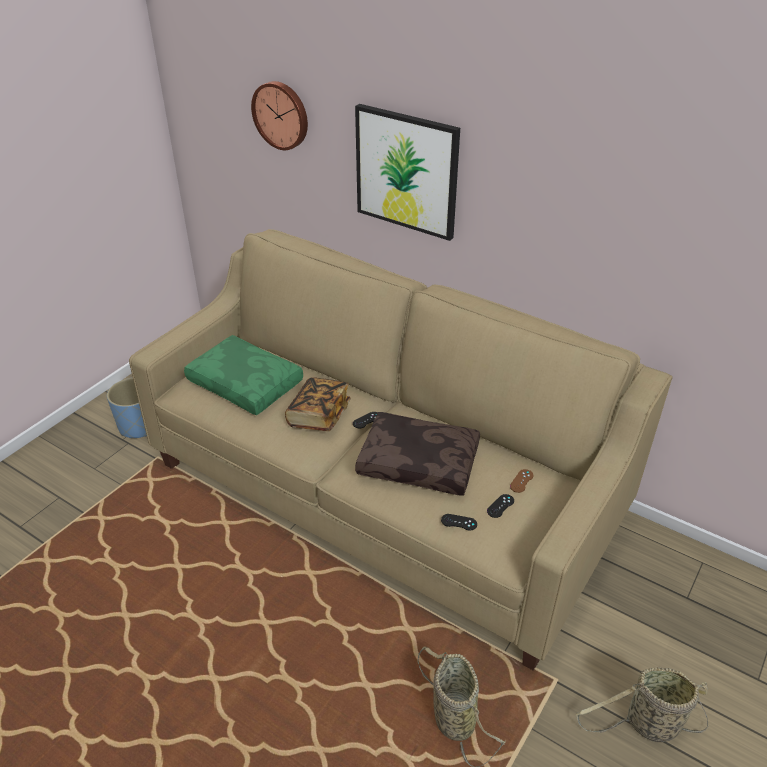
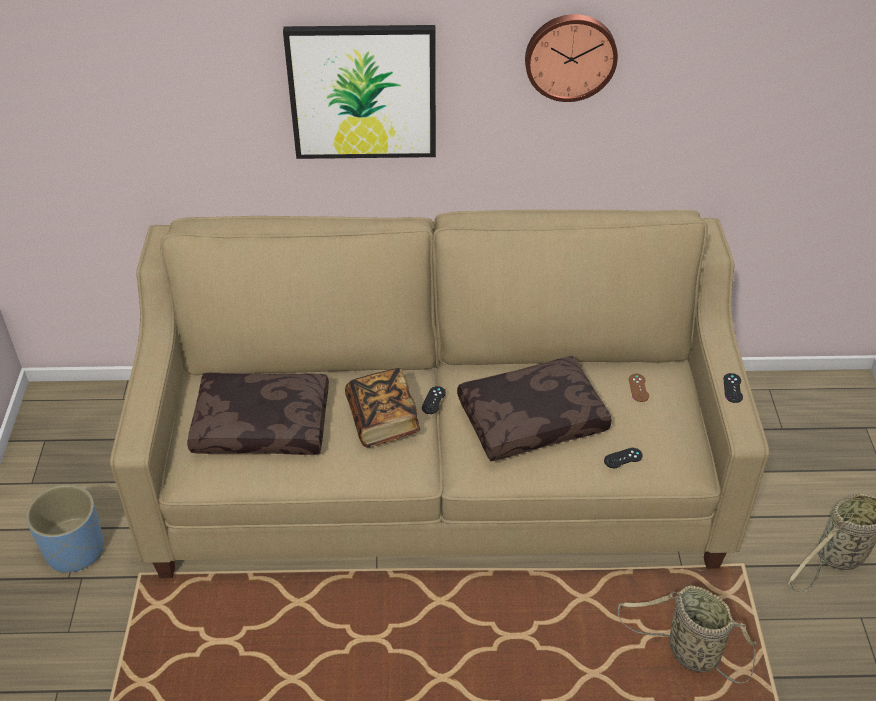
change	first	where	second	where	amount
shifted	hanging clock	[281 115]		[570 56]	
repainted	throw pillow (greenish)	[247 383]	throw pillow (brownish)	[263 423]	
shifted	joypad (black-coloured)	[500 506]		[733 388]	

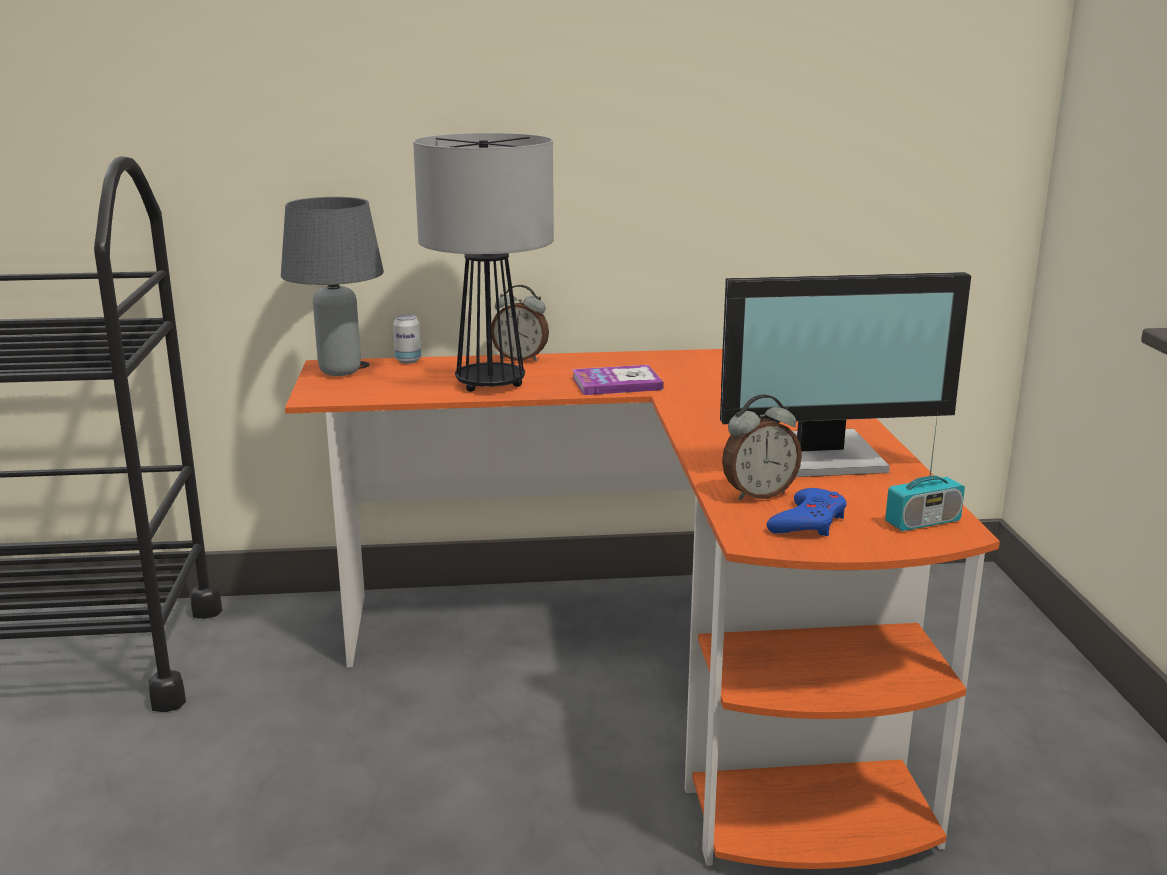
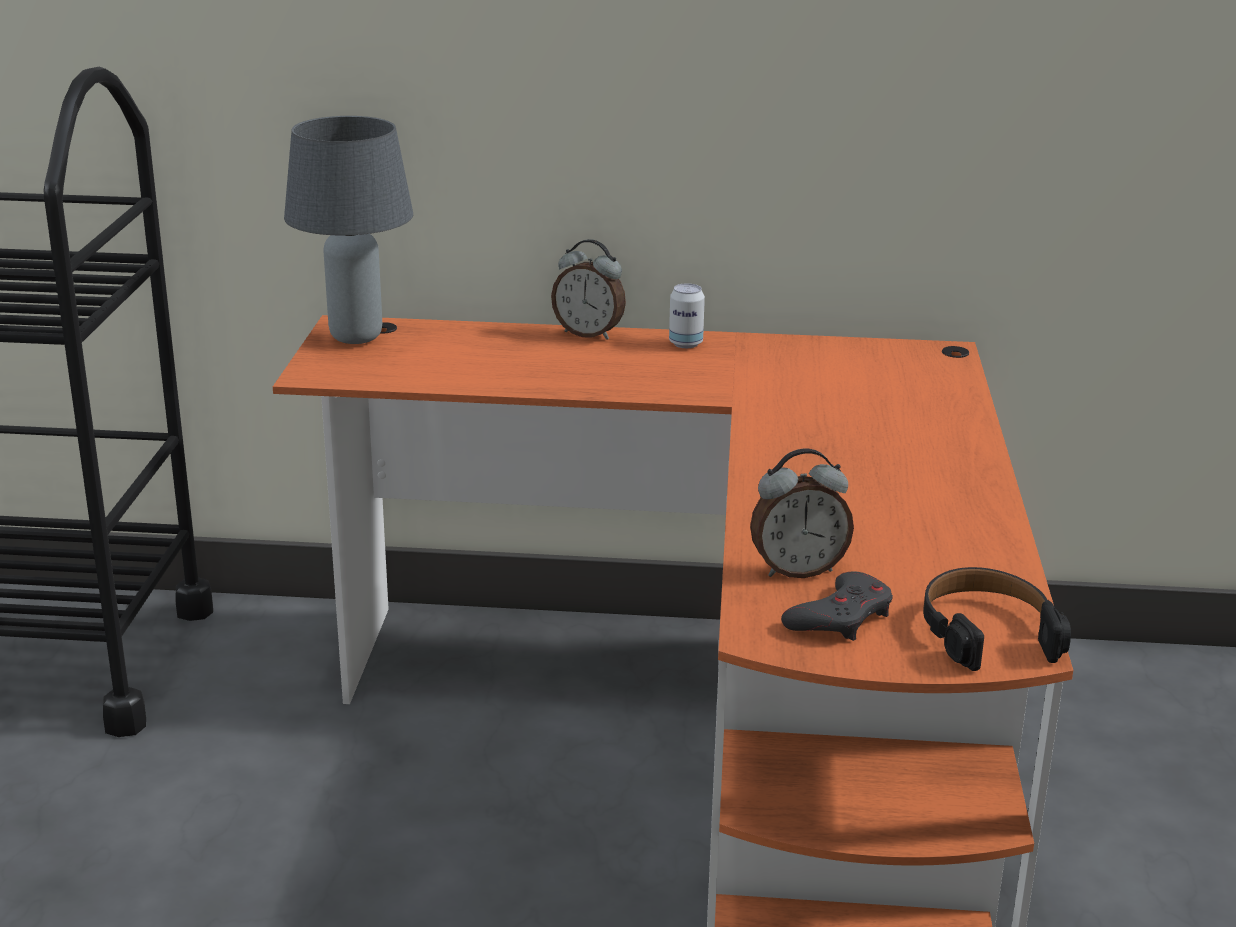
change	first	where	second	where	amount
gone	tabletop lamp	[491 384]			
gone	computer screen	[823 457]			
shifted	sealed can	[408 360]		[685 344]	
gone	bound book	[616 383]			
swapped	radio set	[923 522]	pair of headphones (black-coloured)	[987 632]	
repainted	joypad (bluish)	[808 522]	joypad (grey)	[841 617]	

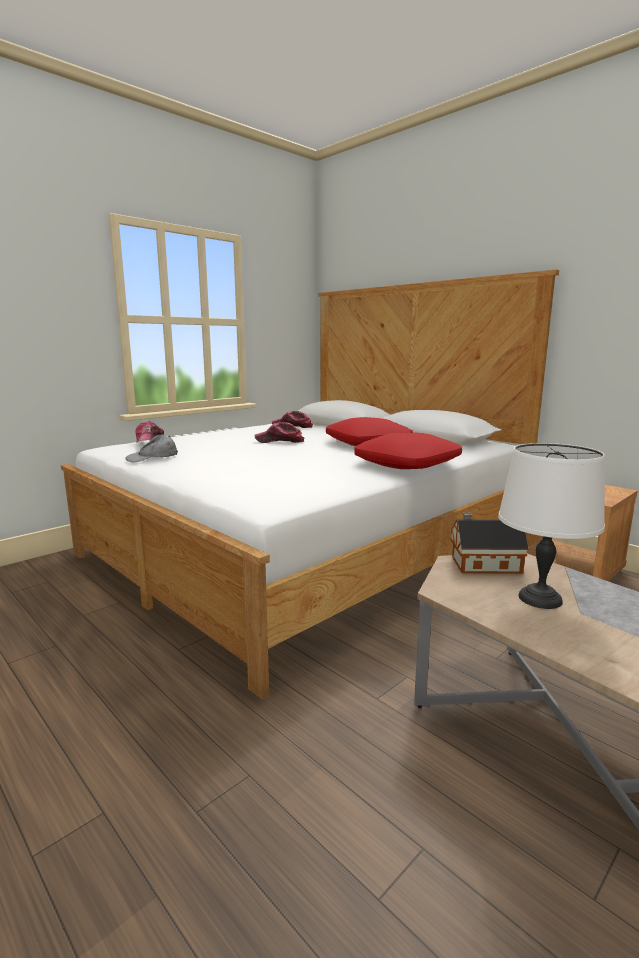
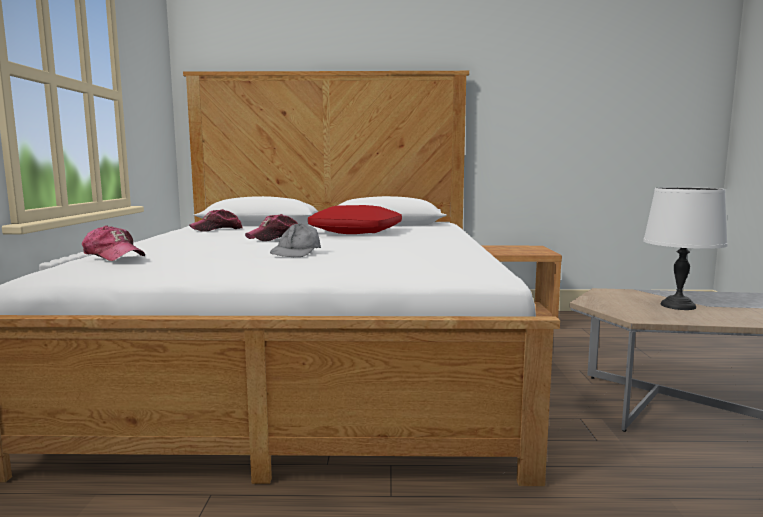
change	first	where	second	where	amount
gone	throw pillow (red-coloured)	[408 464]			
shifted	cap (grey)	[152 457]		[296 252]	
gone	model house	[483 564]			

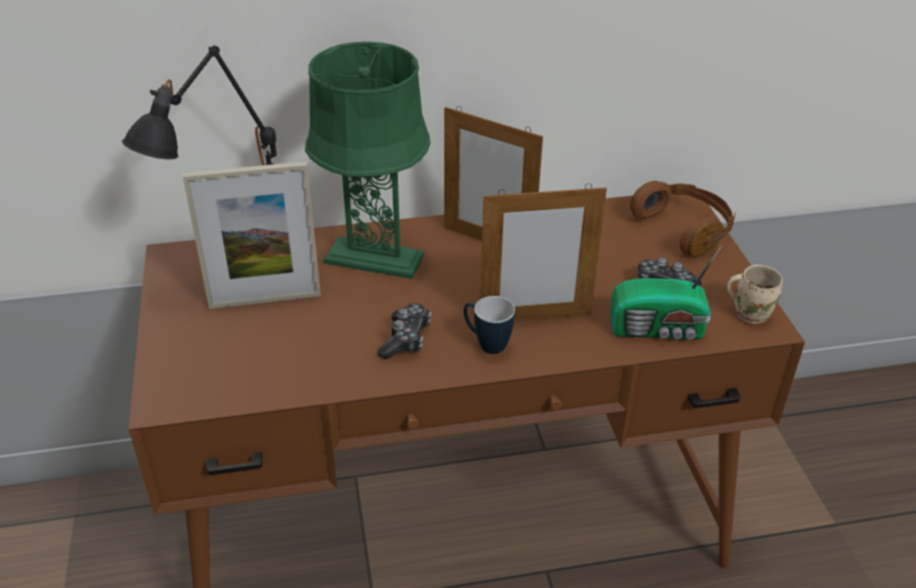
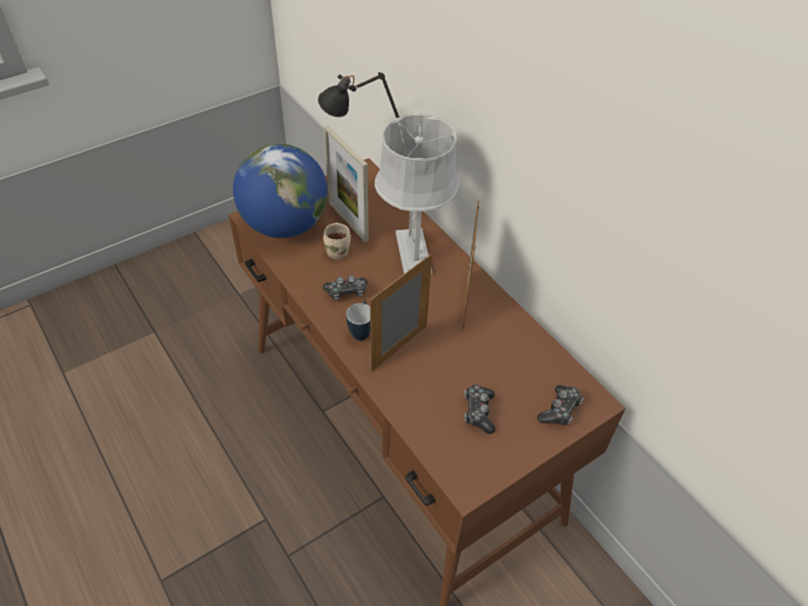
change	first	where	second	where	amount
repainted	tabletop lamp (greenish)	[375 259]	tabletop lamp (grey)	[413 253]	
swapped	pair of headphones (brownish)	[684 228]	joypad	[560 410]	
rotated	standing frame	[535 318]		[399 348]	75 degrees clockwise
gone	radio set	[659 329]			
shifted	coffee mug (beige)	[749 312]		[338 251]	
new			desk globe	[285 225]	

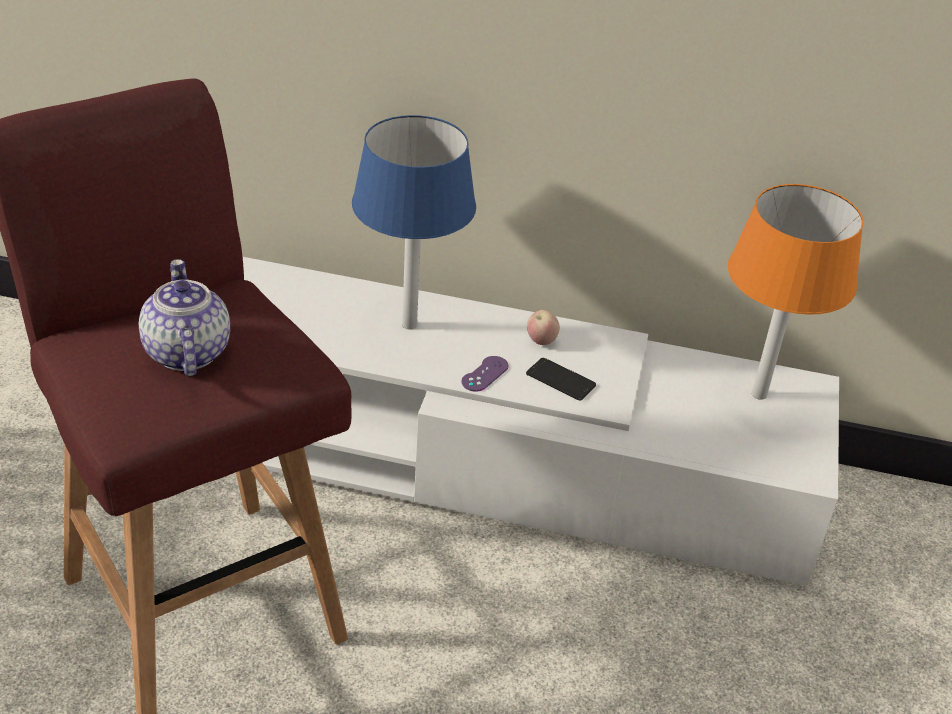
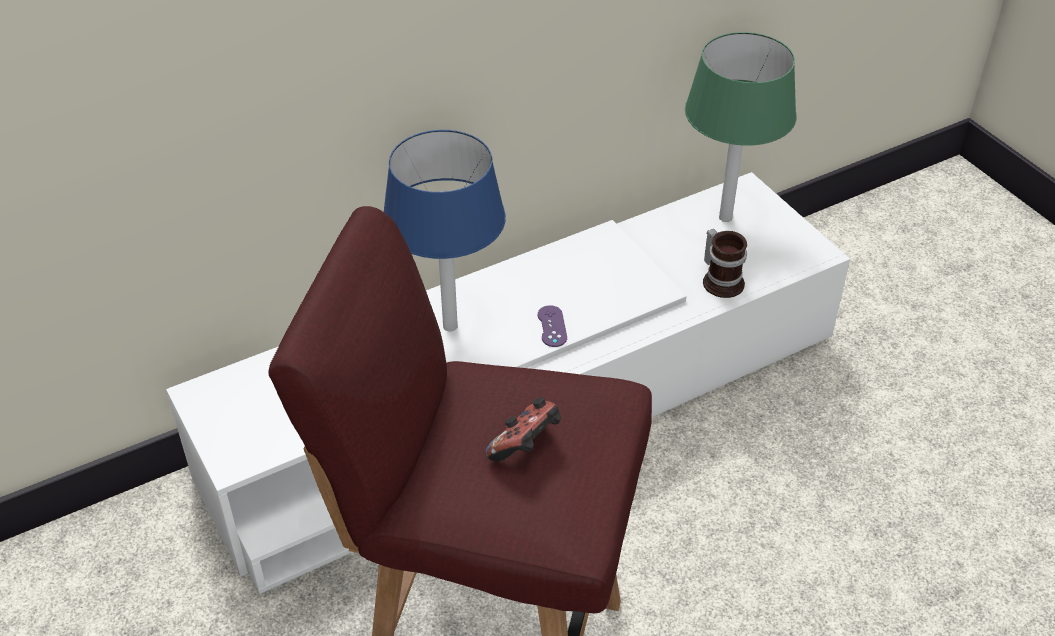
change	first	where	second	where	amount
repainted	tabletop lamp (orange-coloured)	[758 394]	tabletop lamp (greenish)	[725 218]	
swapped	pot for tea	[186 352]	joypad	[526 446]	
gone	apple	[541 341]			
gone	handset	[560 380]			
new			coffee mug	[722 280]	

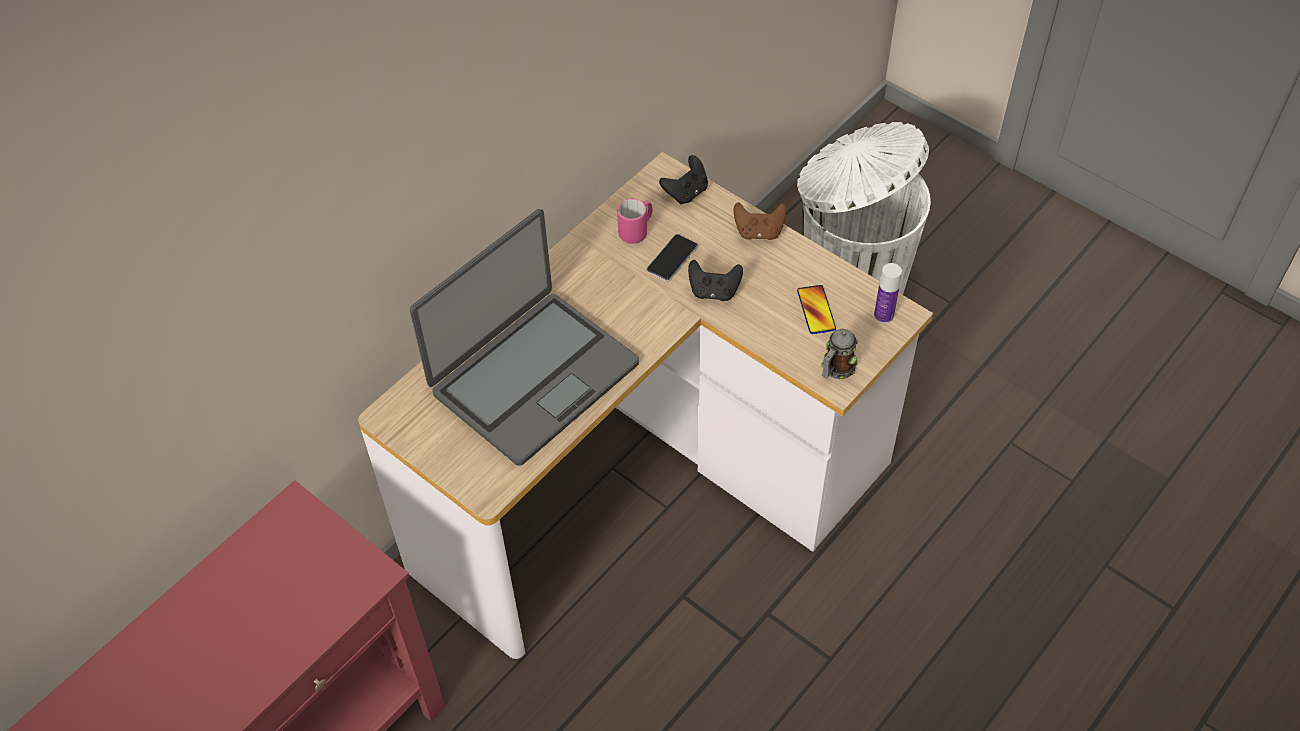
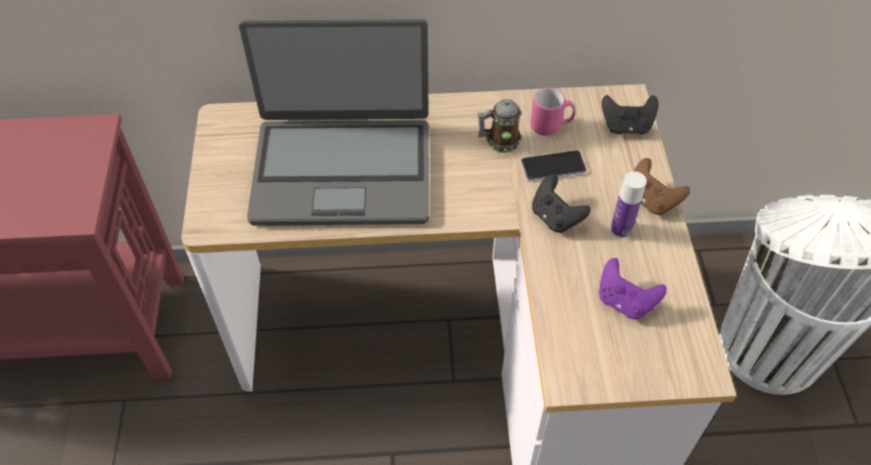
change	first	where	second	where	amount
shifted	bottle	[883 315]		[621 229]	
swapped	handset	[816 310]	joypad (purplish)	[624 301]	
shifted	coffee mug	[836 369]		[498 141]	

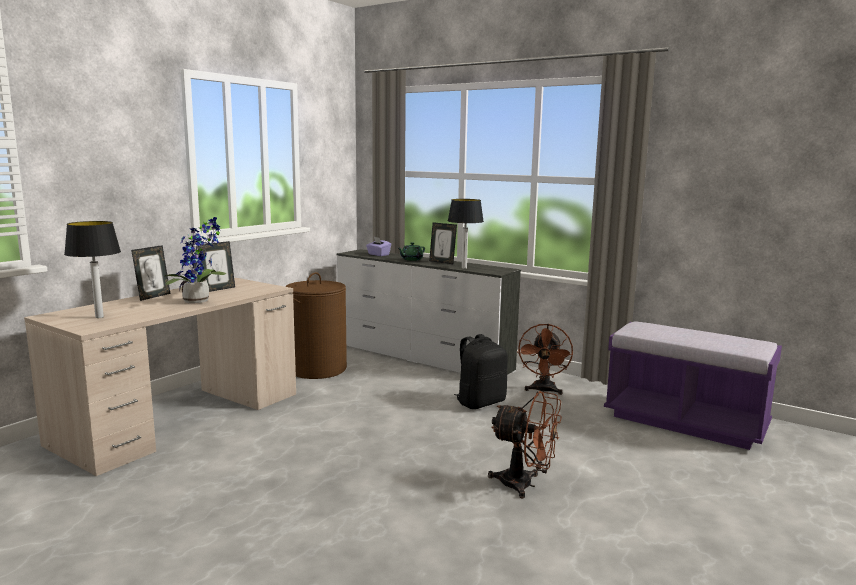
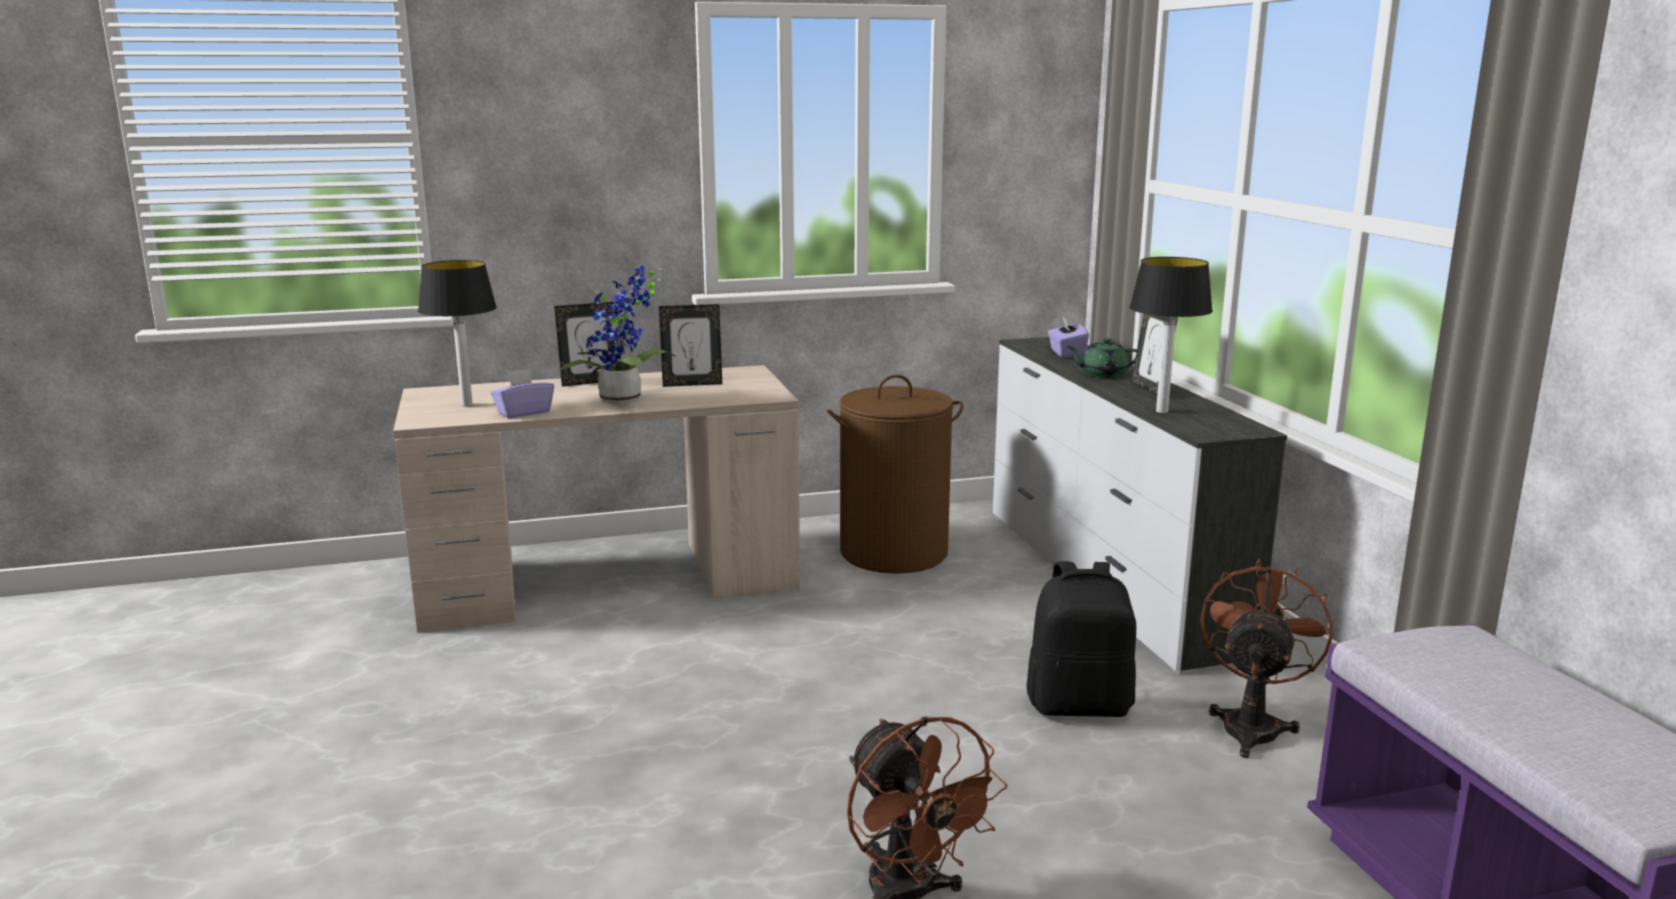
change	first	where	second	where	amount
rotated	fan (brownish)	[543 391]		[1252 725]	150 degrees clockwise
new			box of tissues (purplish)	[524 412]	

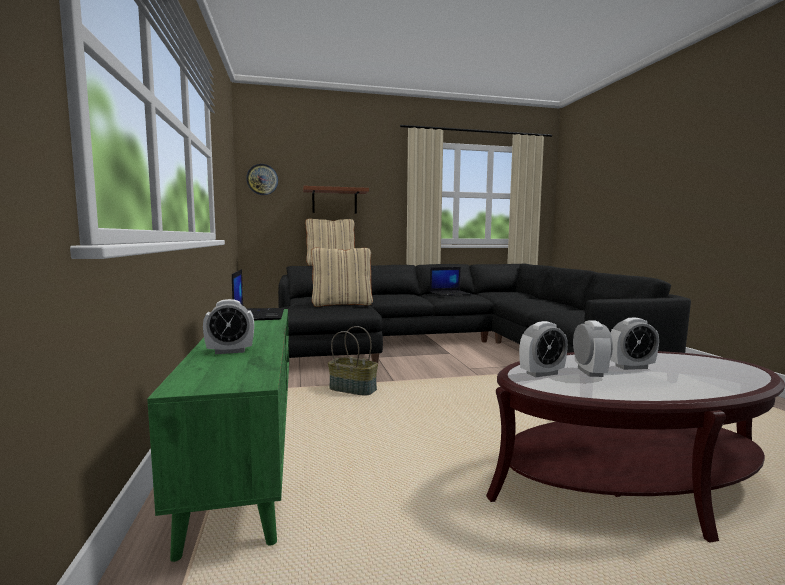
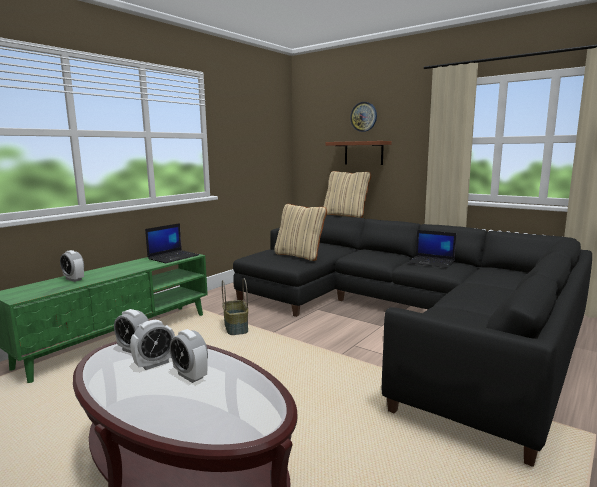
change	first	where	second	where	amount
shifted	hanging clock	[262 179]		[364 116]	

